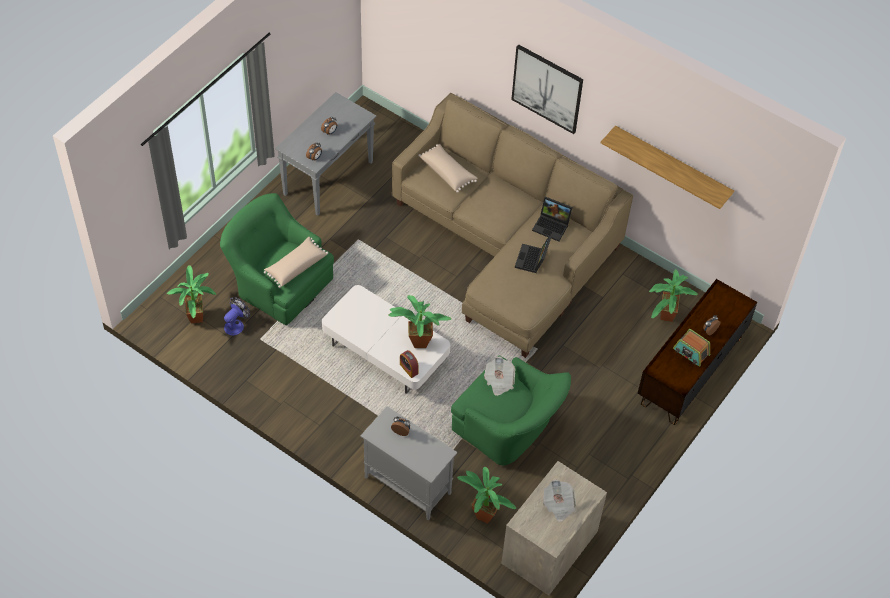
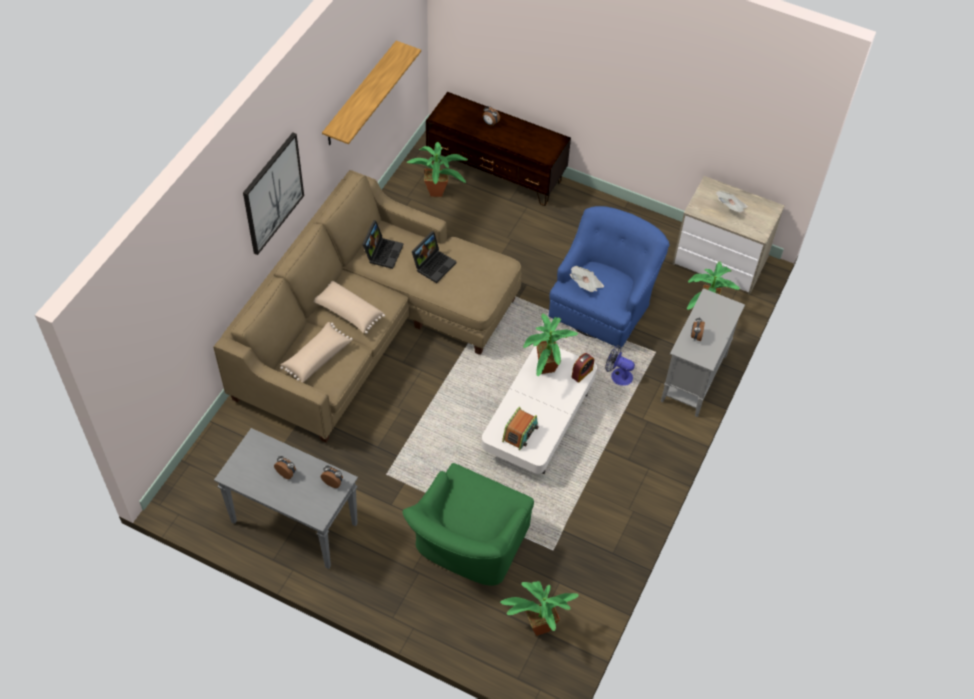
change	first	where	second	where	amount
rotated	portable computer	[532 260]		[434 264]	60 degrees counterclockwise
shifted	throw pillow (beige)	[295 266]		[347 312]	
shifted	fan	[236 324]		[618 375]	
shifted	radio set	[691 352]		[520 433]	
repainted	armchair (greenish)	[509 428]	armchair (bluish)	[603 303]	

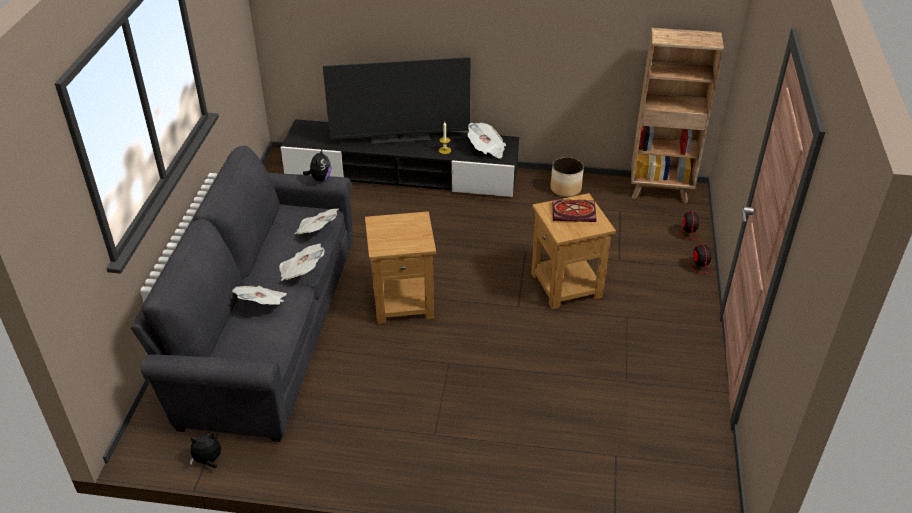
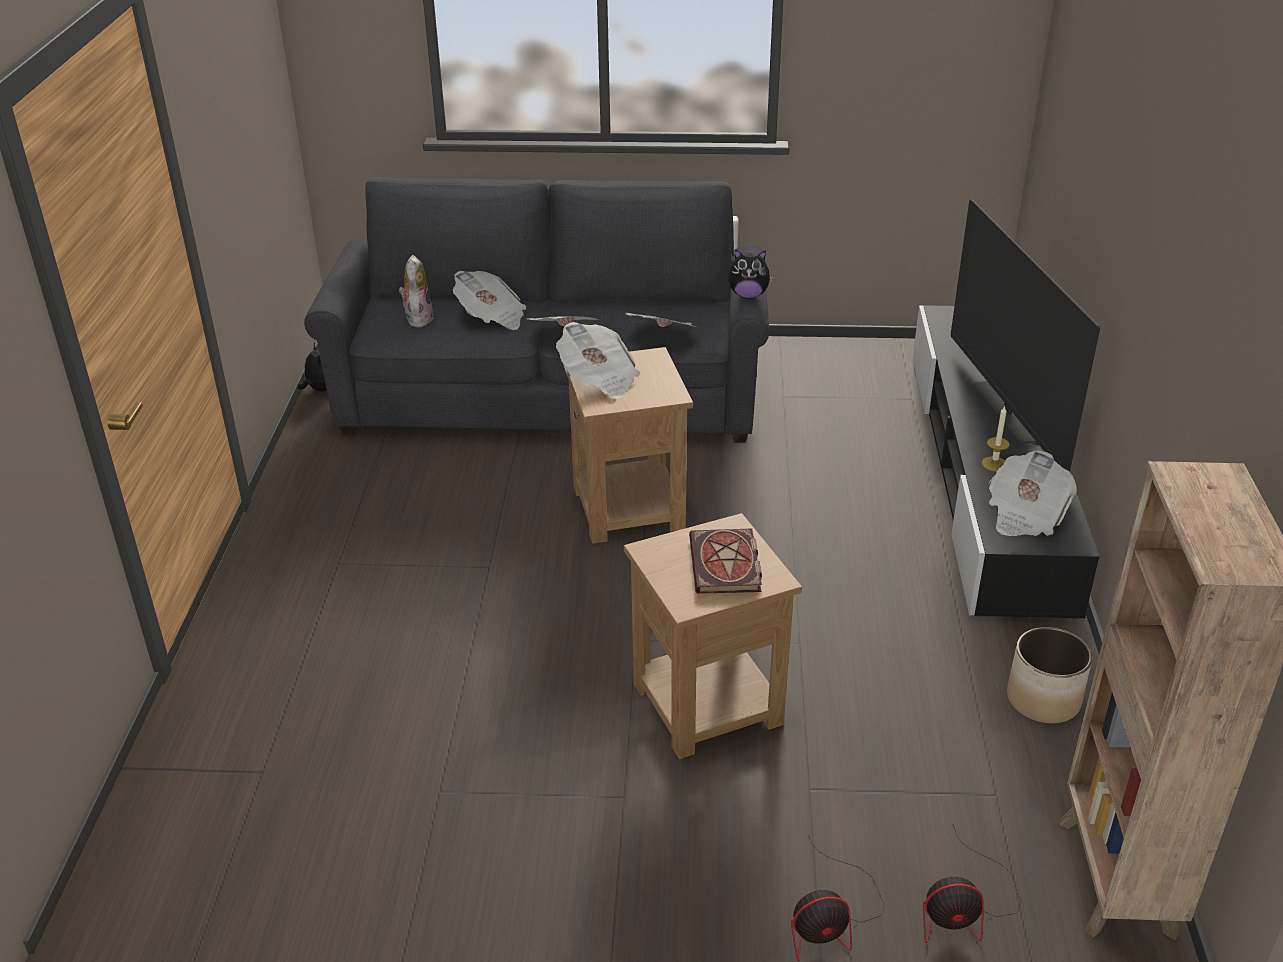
change	first	where	second	where	amount
new			cuddly toy	[418 318]	
new			printed paper	[599 379]	

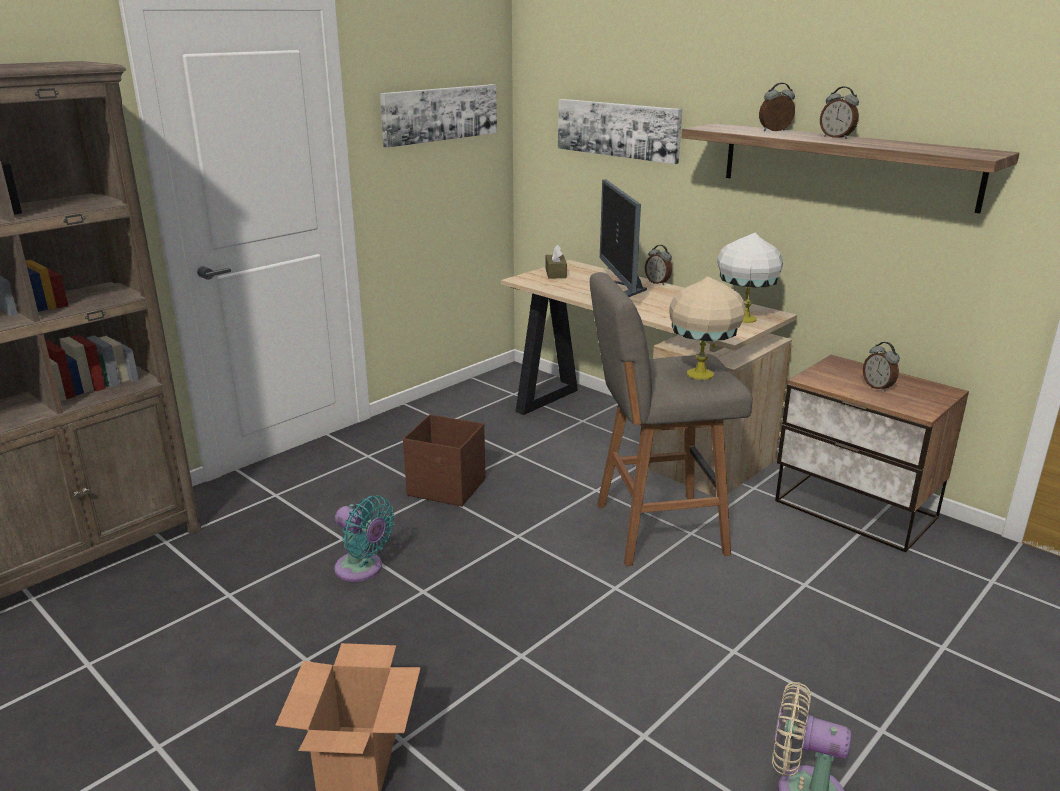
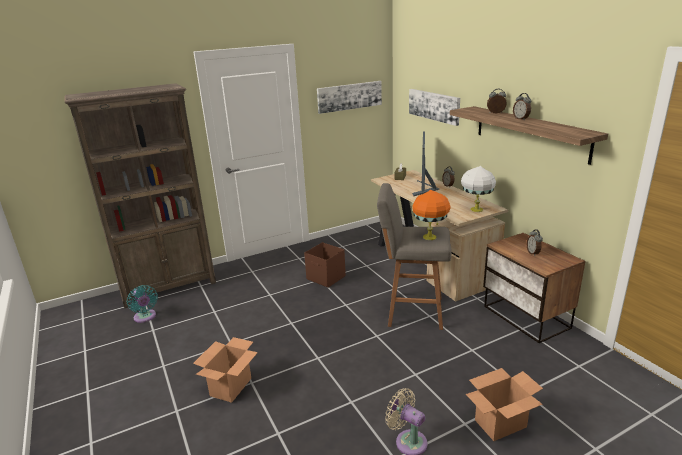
change	first	where	second	where	amount
repainted	tabletop lamp (beige)	[702 374]	tabletop lamp (orange-coloured)	[430 237]	
shifted	fan (blue-green)	[362 569]		[145 317]	
new			cardboard box	[500 424]	

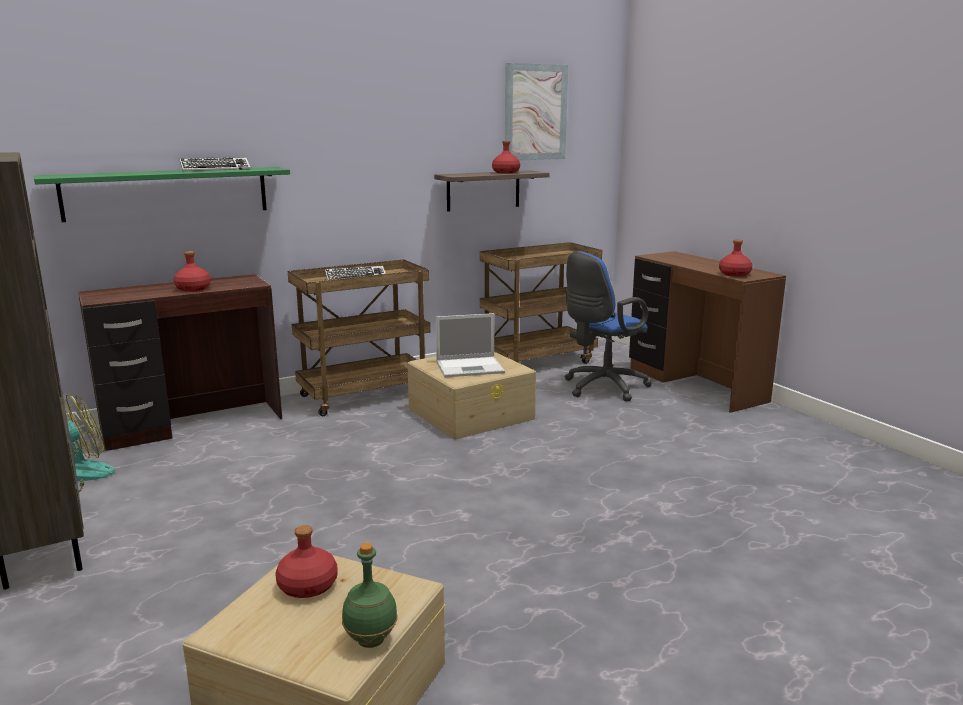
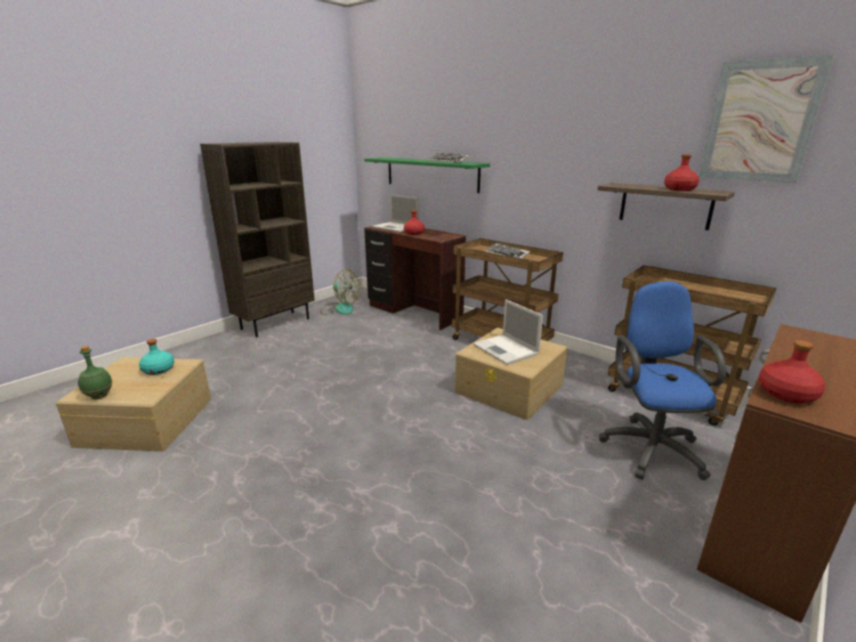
change	first	where	second	where	amount
rotated	computer chair (bluish)	[601 388]		[650 446]	60 degrees clockwise
repainted	bottle (red-coloured)	[308 586]	bottle (blue-green)	[158 370]	
new			portable computer	[396 227]	

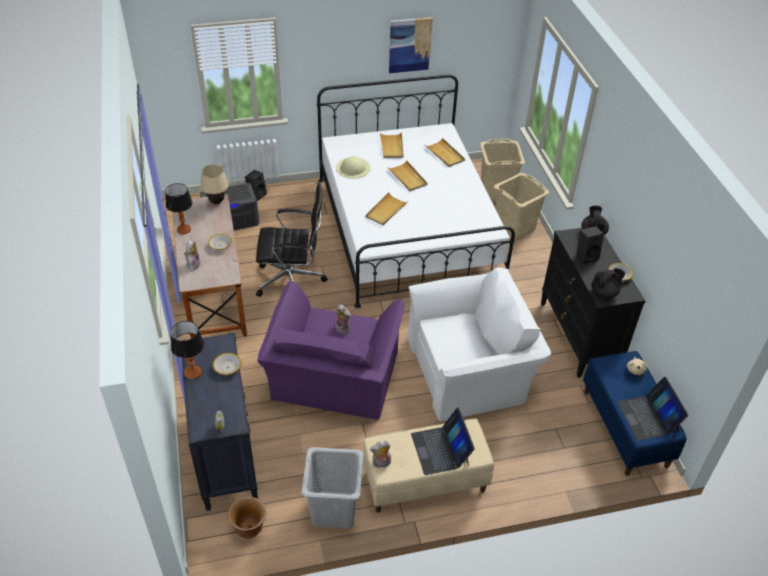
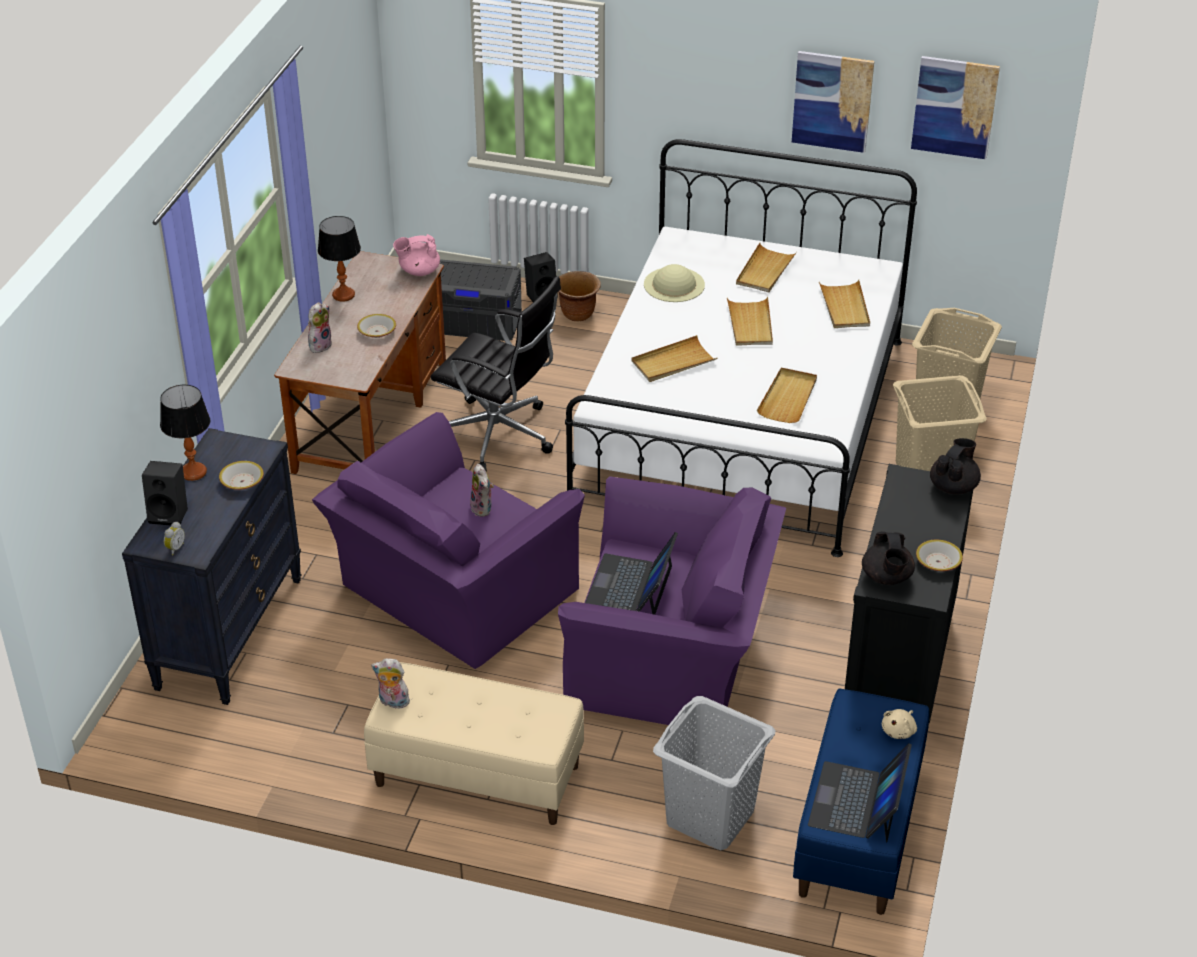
change	first	where	second	where	amount
swapped	tabletop lamp (beige)	[216 202]	pot for tea (pink)	[419 271]	
shifted	audio speaker (black-coloured)	[587 255]		[170 514]	
repainted	armchair (white-coloured)	[471 369]	armchair (purplish)	[674 655]	
rotated	pot for tea (black-coloured)	[604 292]		[887 577]	75 degrees clockwise
shifted	portable computer	[440 449]		[631 586]	
shifted	washing basket (grey)	[334 510]		[710 818]	
shifted	plant pot (brownish)	[249 528]		[578 314]	
new			wall picture	[954 107]	
new			carrying tray (beige)	[788 398]	

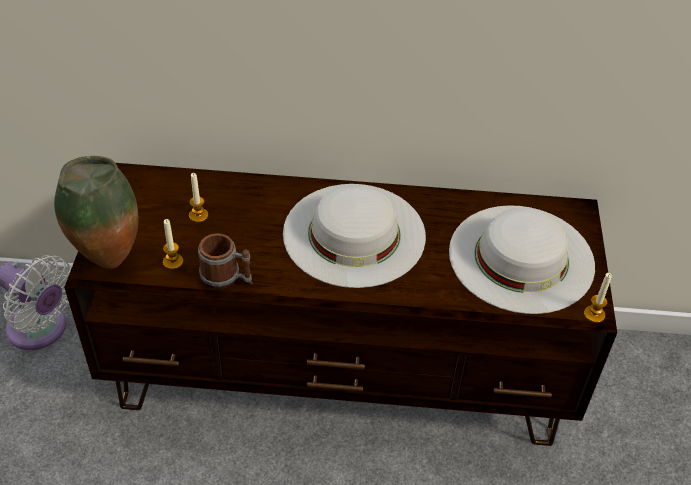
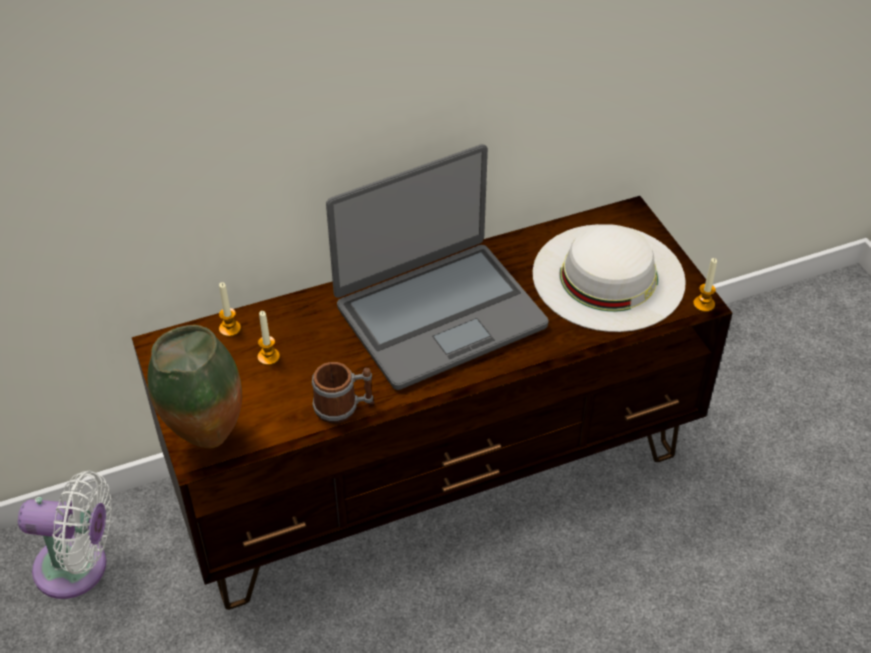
change	first	where	second	where	amount
swapped	wearable hat (white-coloured)	[354 234]	portable computer	[439 314]	
shifted	wax light	[173 262]		[230 329]	

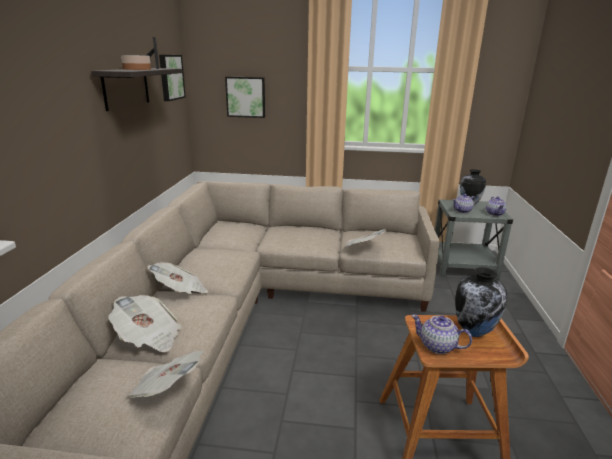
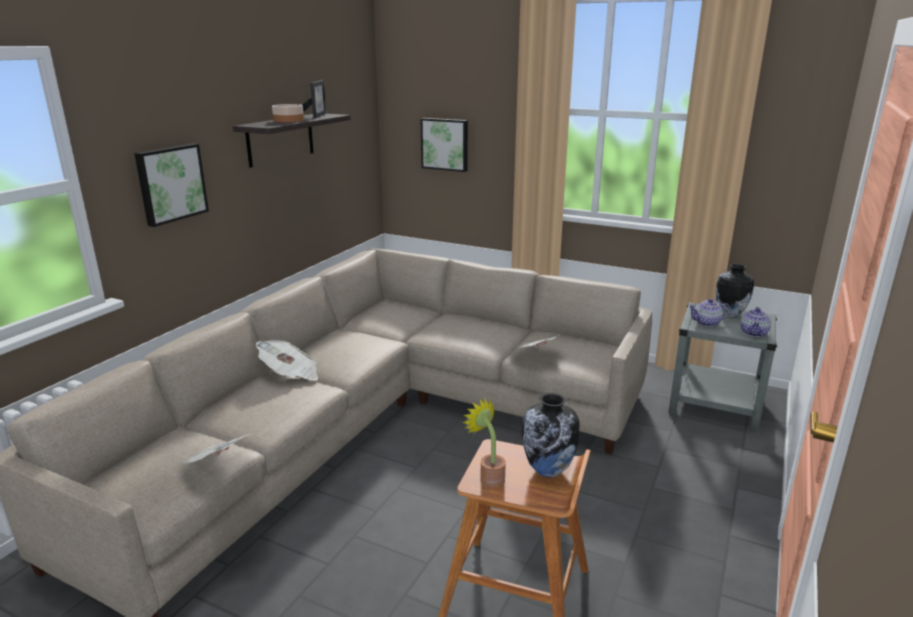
change	first	where	second	where	amount
shifted	wall picture	[170 77]		[170 183]	
gone	printed paper	[149 337]			
swapped	pot for tea	[438 346]	potted plant	[489 477]	

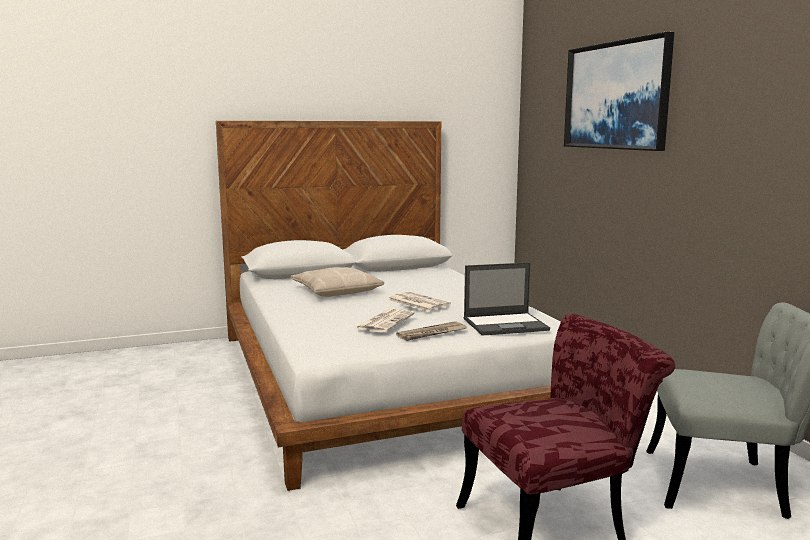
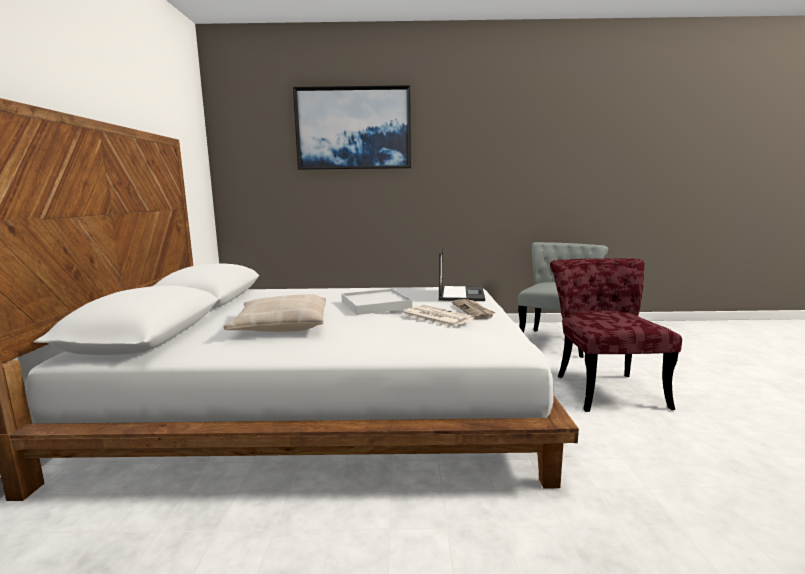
change	first	where	second	where	amount
swapped	printed paper	[417 302]	carrying tray (white-coloured)	[375 305]	

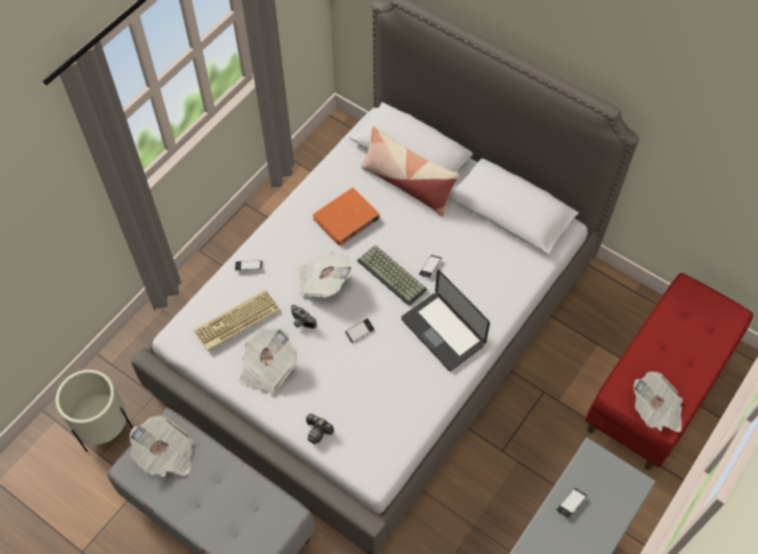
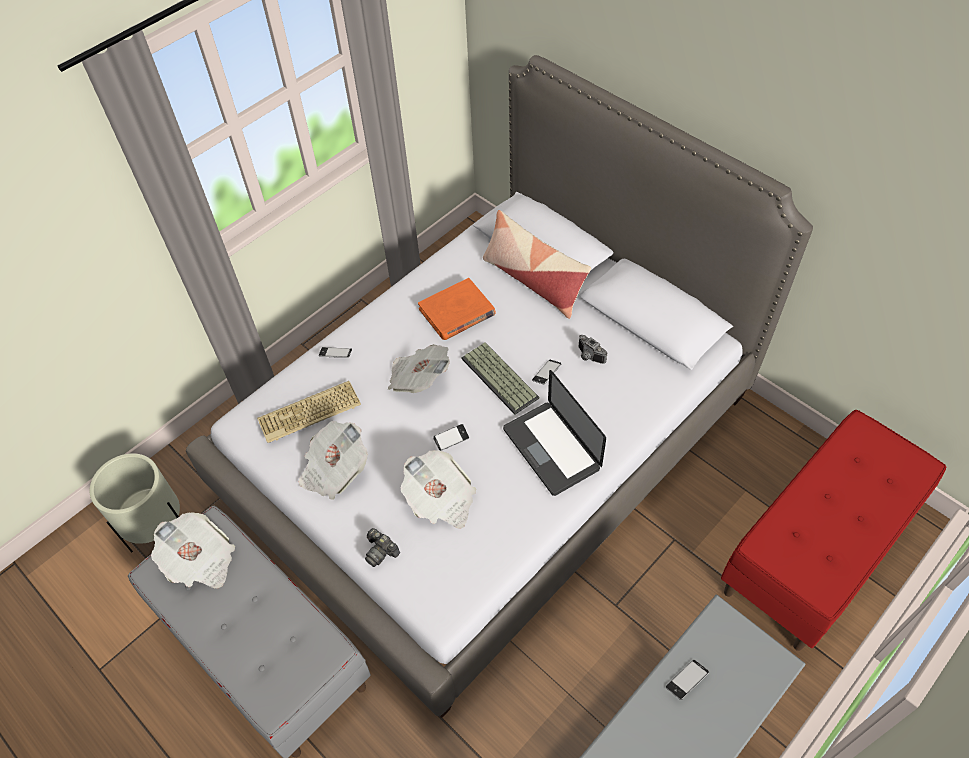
change	first	where	second	where	amount
shifted	photo camera	[301 323]		[588 357]	
shifted	printed paper	[655 410]		[441 500]	

